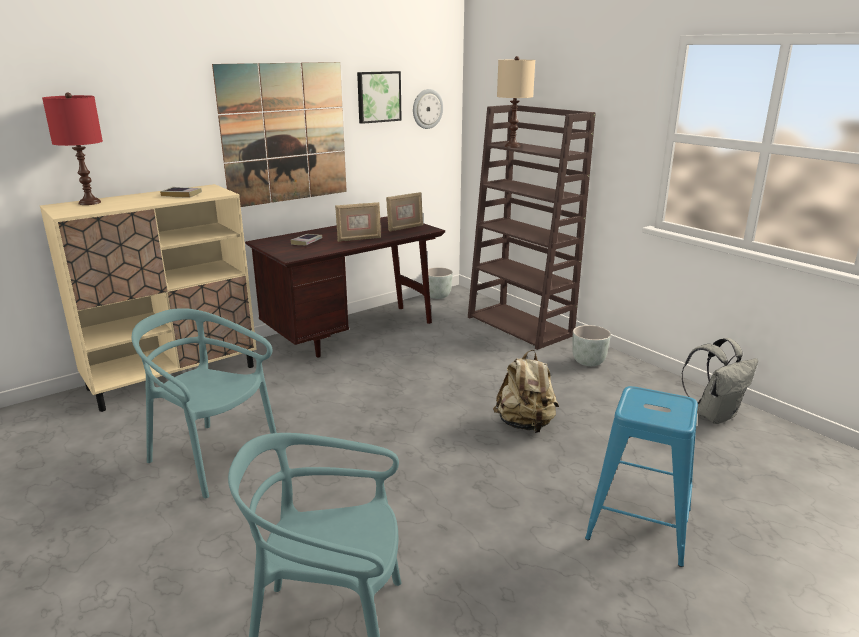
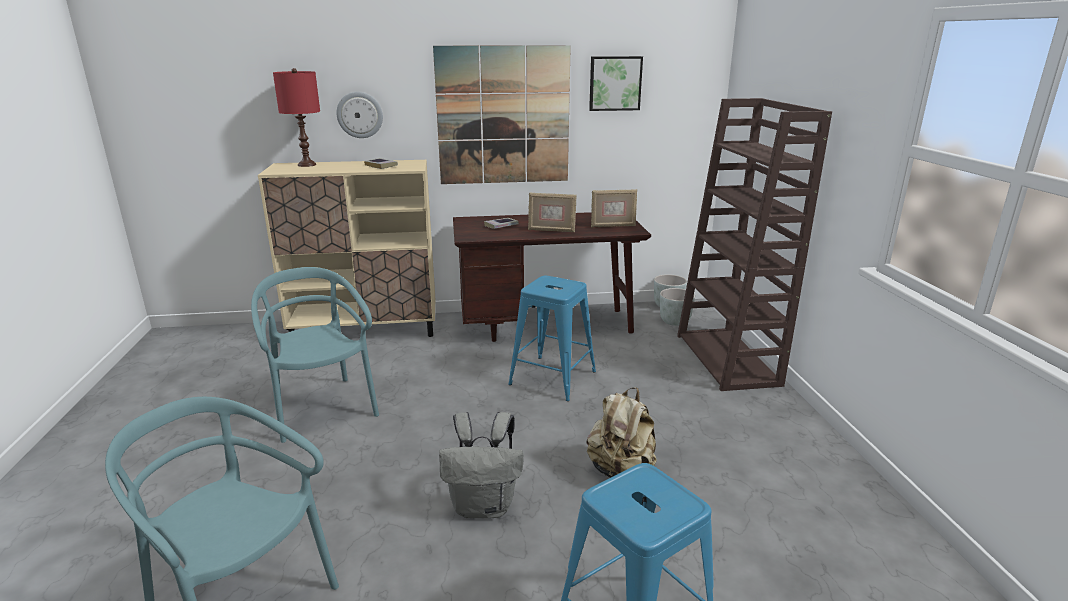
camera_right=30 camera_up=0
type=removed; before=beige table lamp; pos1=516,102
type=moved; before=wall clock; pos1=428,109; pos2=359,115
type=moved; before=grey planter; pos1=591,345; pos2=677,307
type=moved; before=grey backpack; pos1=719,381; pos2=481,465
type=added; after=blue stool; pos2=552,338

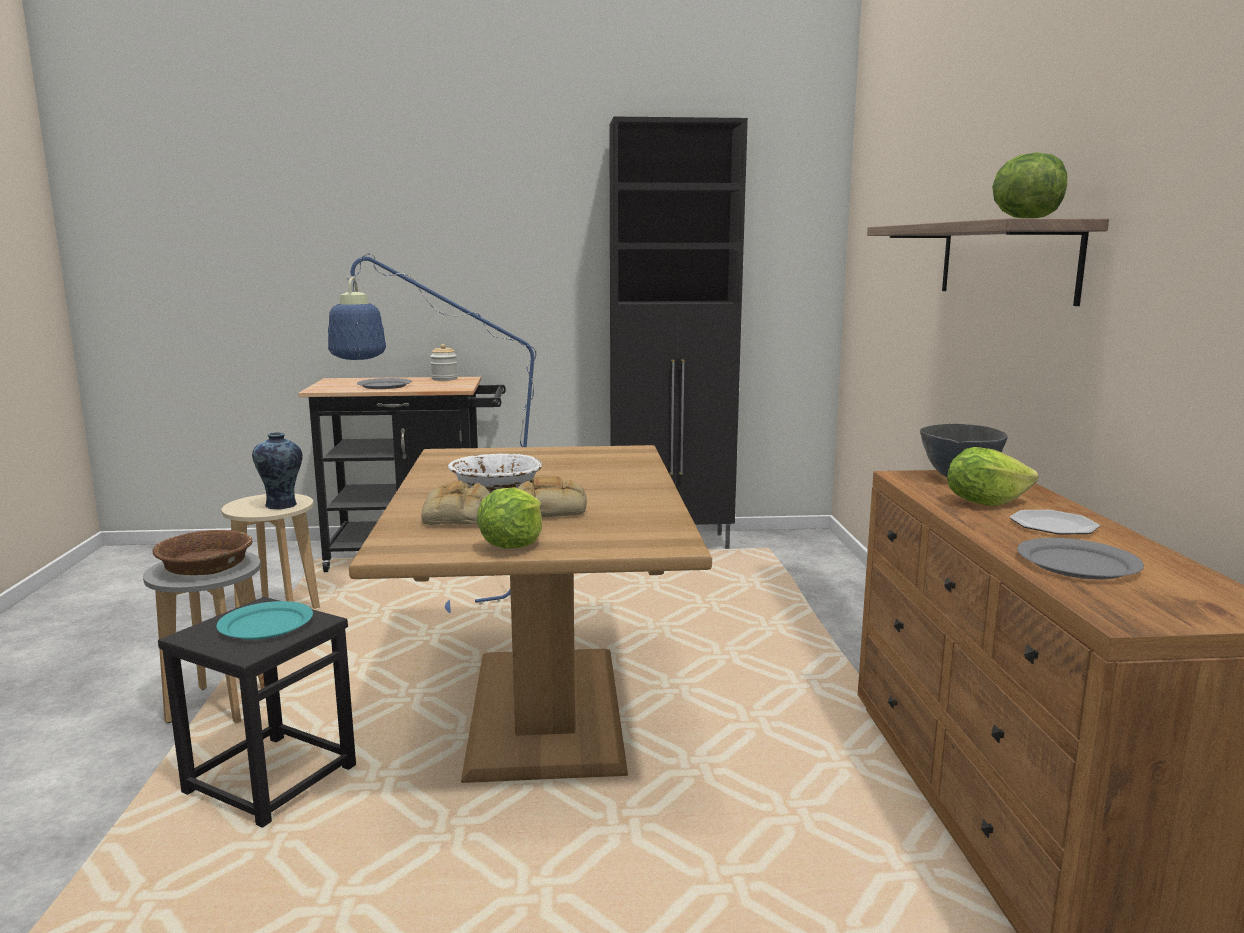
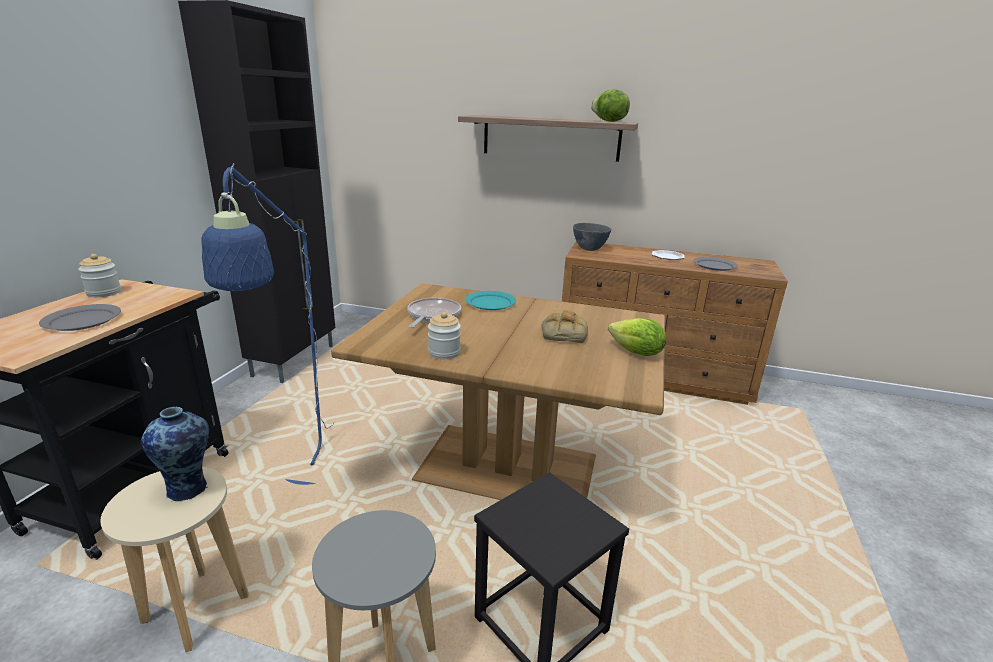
camera_right=-70 camera_up=10
type=removed; before=lettuce; pos1=992,476
type=removed; before=white bowl; pos1=495,473
type=removed; before=bread; pos1=455,503
type=removed; before=brown bowl; pos1=203,552
type=moved; before=turquoise plate; pos1=264,620; pos2=490,300
type=added; after=frying pan; pos2=434,313
type=added; after=jar; pos2=444,335

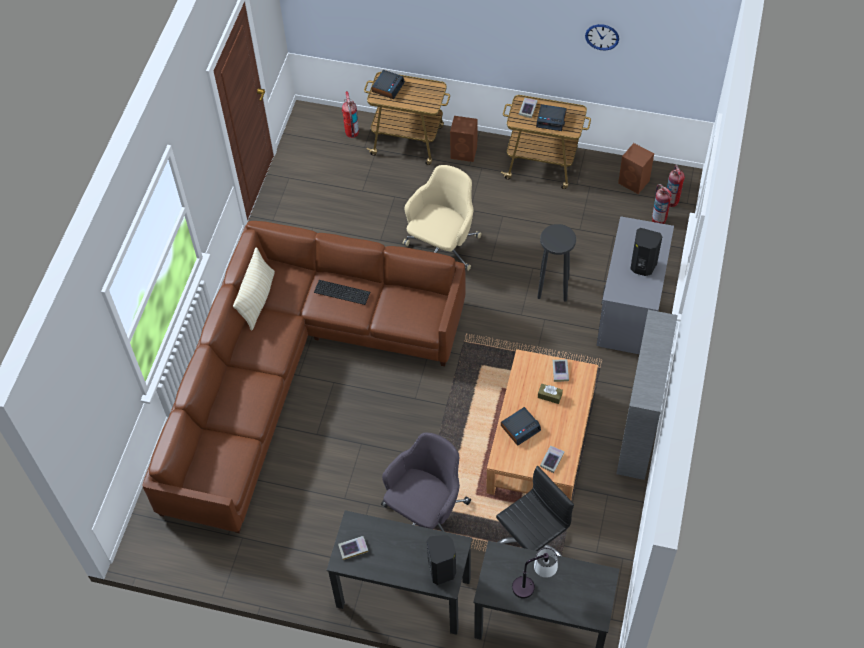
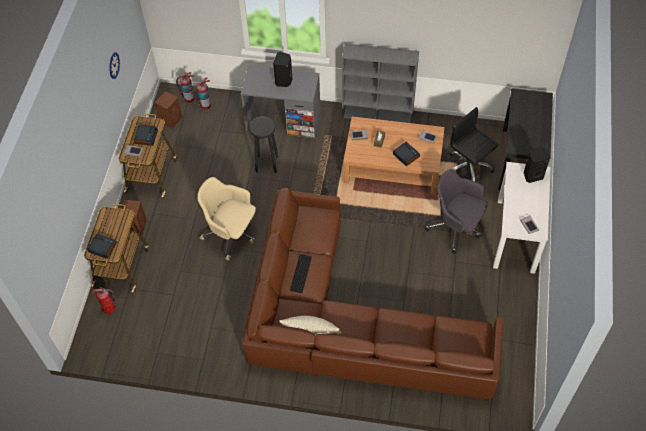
camera_right=-95 camera_up=0
type=recoloured; before=black desk; after=white desk; pos1=399,572; pos2=522,218
type=removed; before=table lamp; pos1=535,573

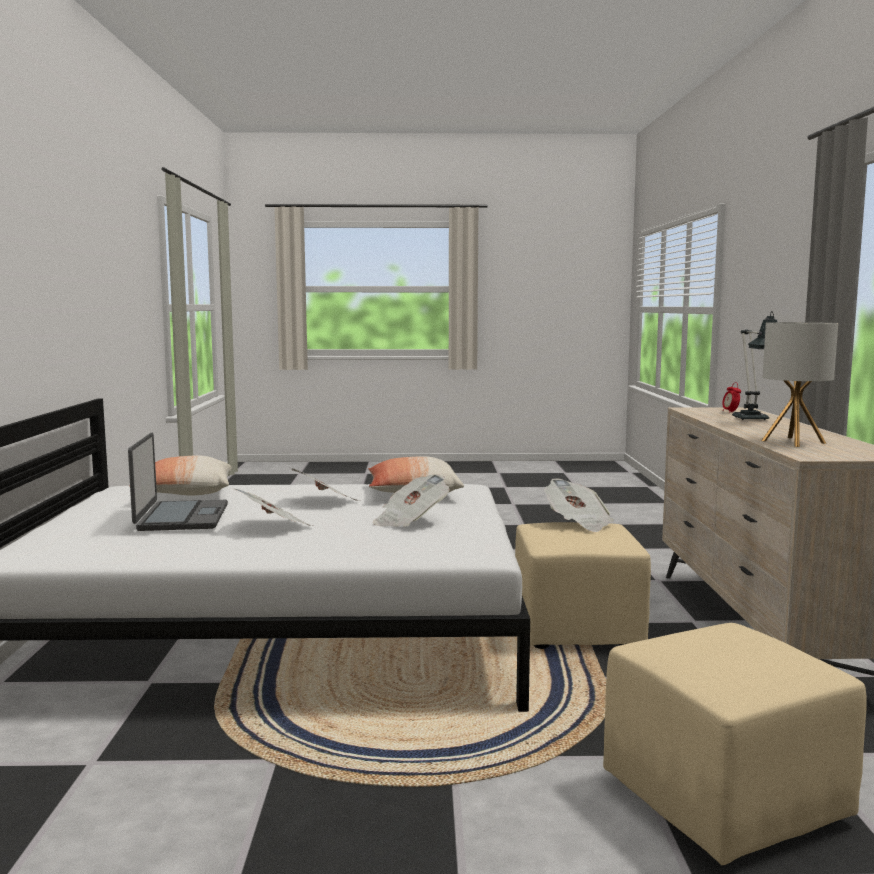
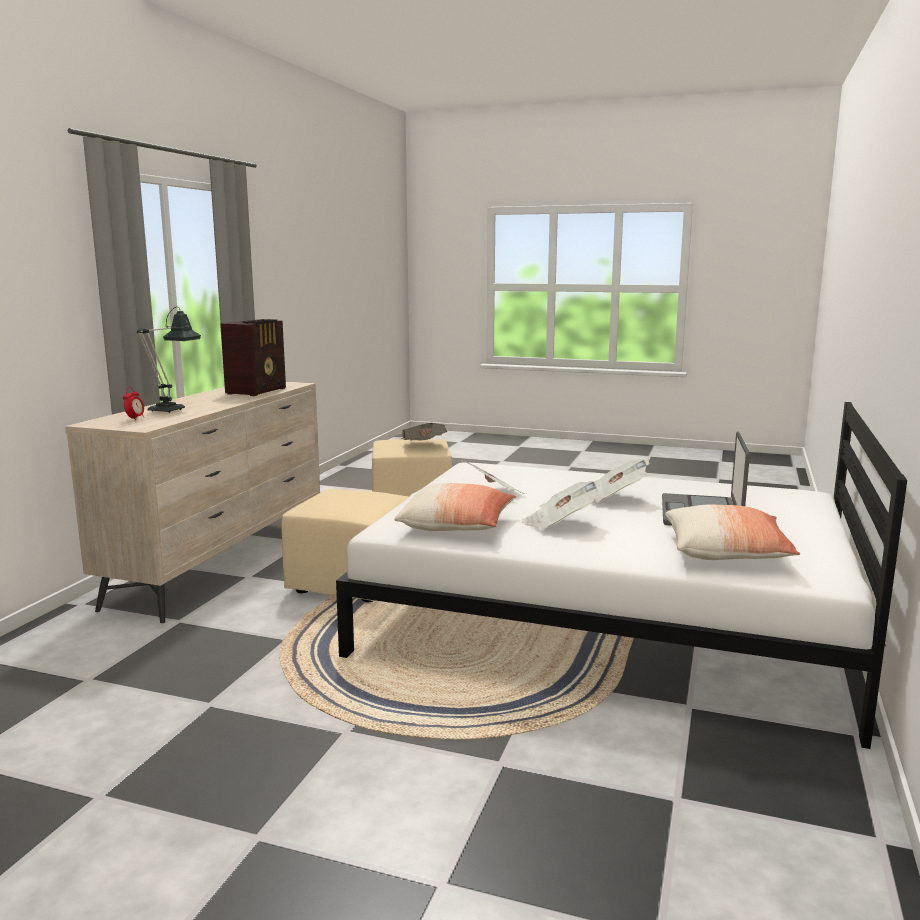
camera_right=-160 camera_up=5
type=replaced; before=table lamp; after=radio; pos1=799,384; pos2=253,357
type=moved; before=newspaper; pos1=579,505; pos2=424,431

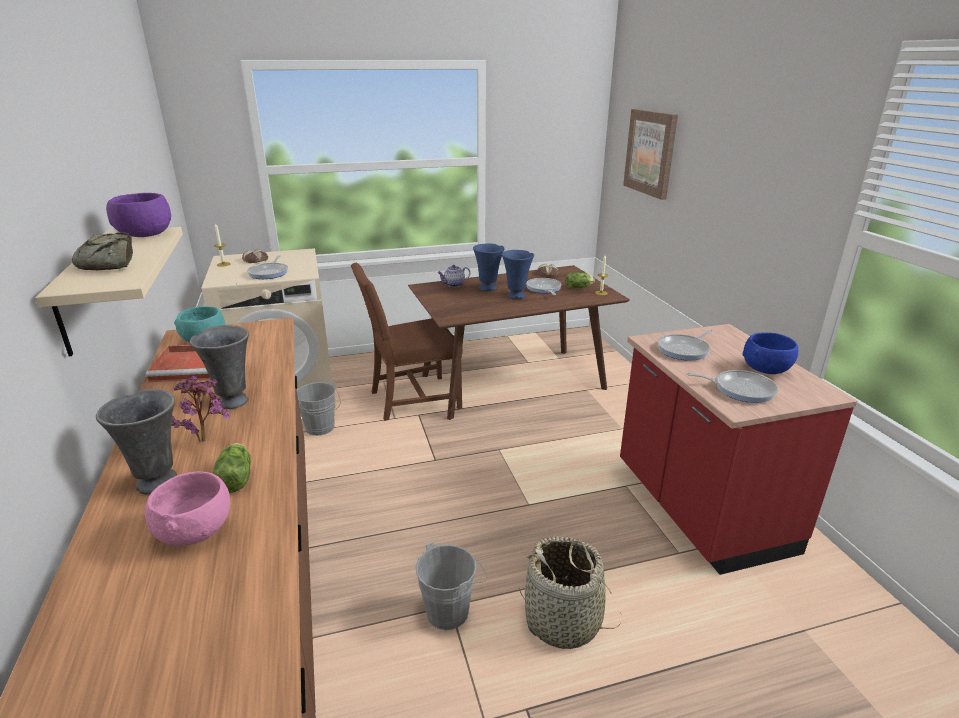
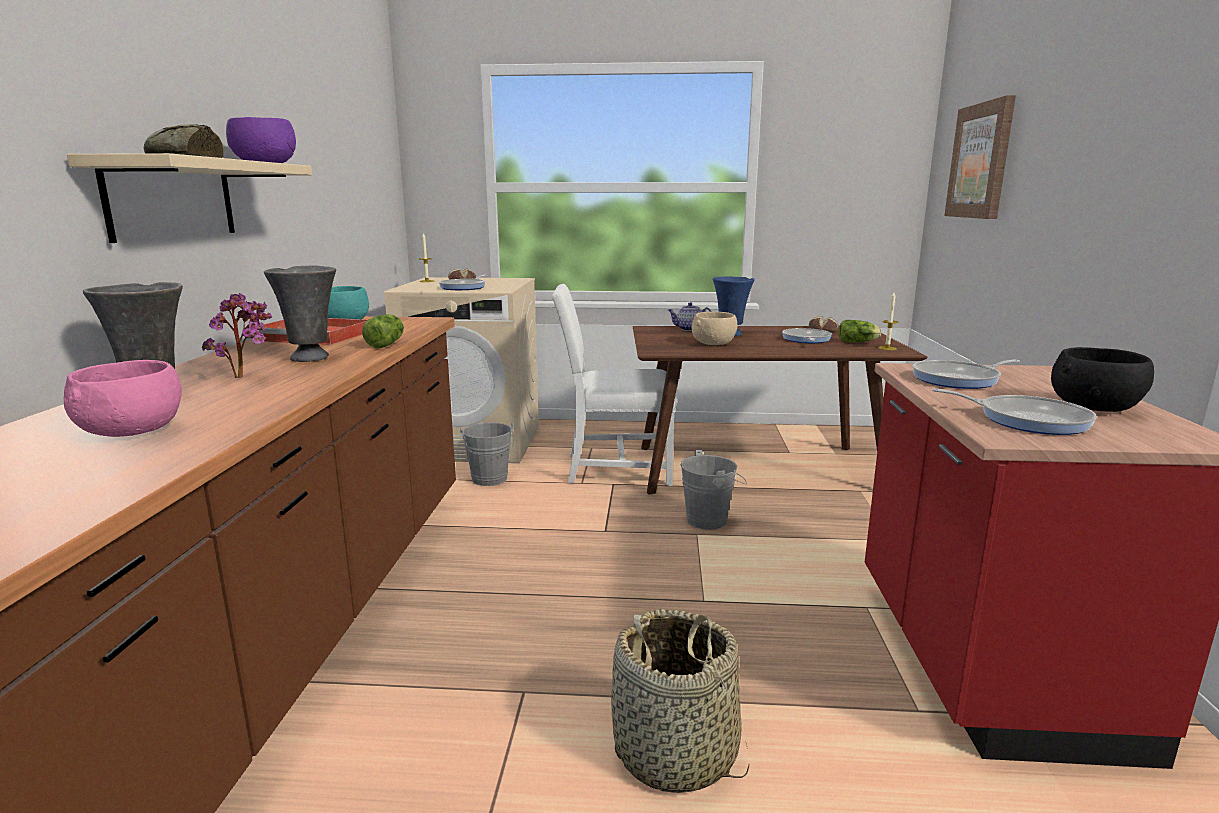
camera_right=20 camera_up=-10
type=removed; before=blue vase; pos1=518,274
type=recoloured; before=brown chair; after=white chair; pos1=407,342; pos2=614,385
type=recoloured; before=blue bowl; after=black bowl; pos1=770,353; pos2=1102,379
type=moved; before=lettuce; pos1=231,468; pos2=383,331
type=moved; before=grey bucket; pos1=451,585; pos2=714,490
type=added; after=beige bowl; pos2=714,328

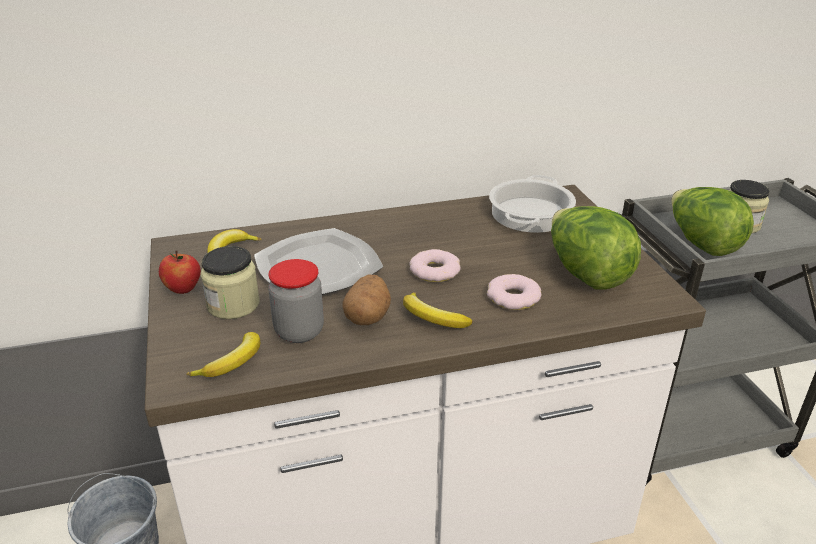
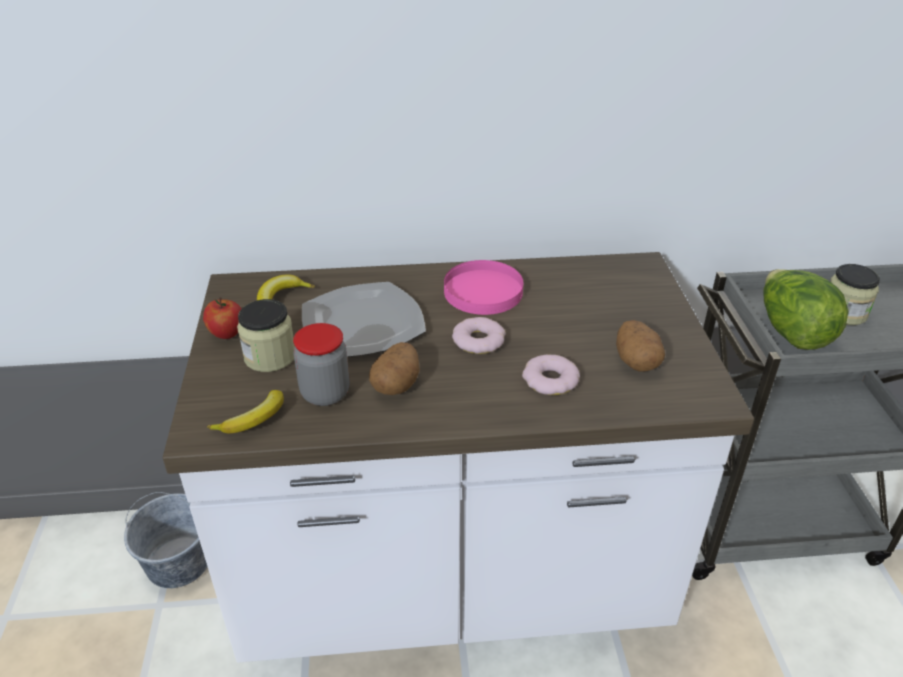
camera_right=10 camera_up=5
type=removed; before=cooking pot; pos1=532,204
type=replaced; before=lettuce; after=potato; pos1=596,248; pos2=640,346
type=removed; before=banana; pos1=438,310
type=added; after=pink plate; pos2=483,287

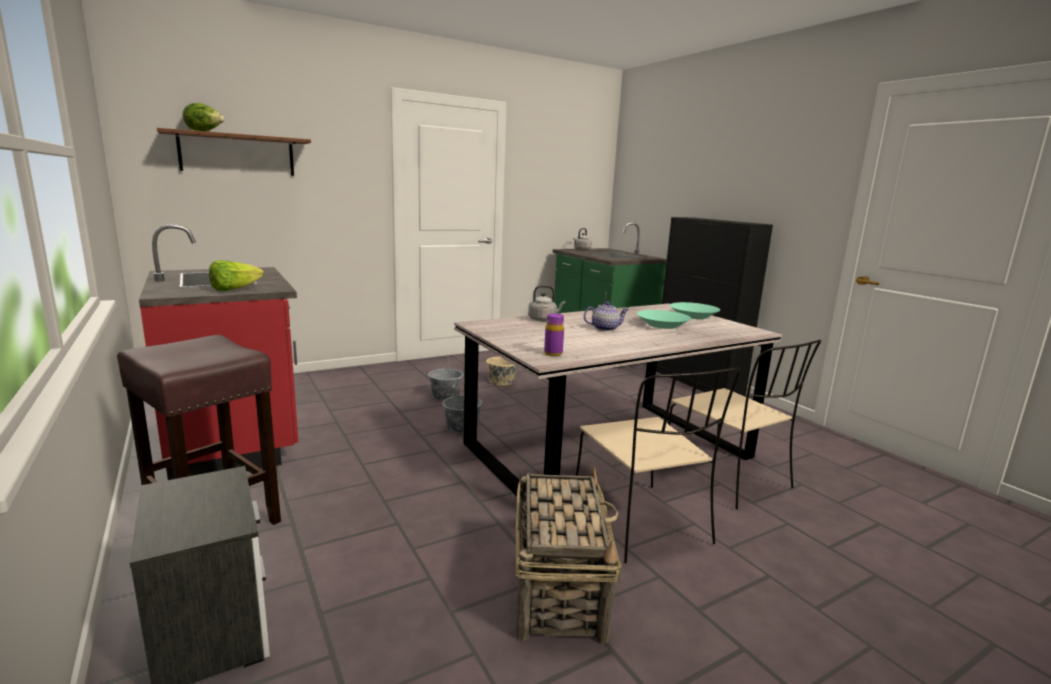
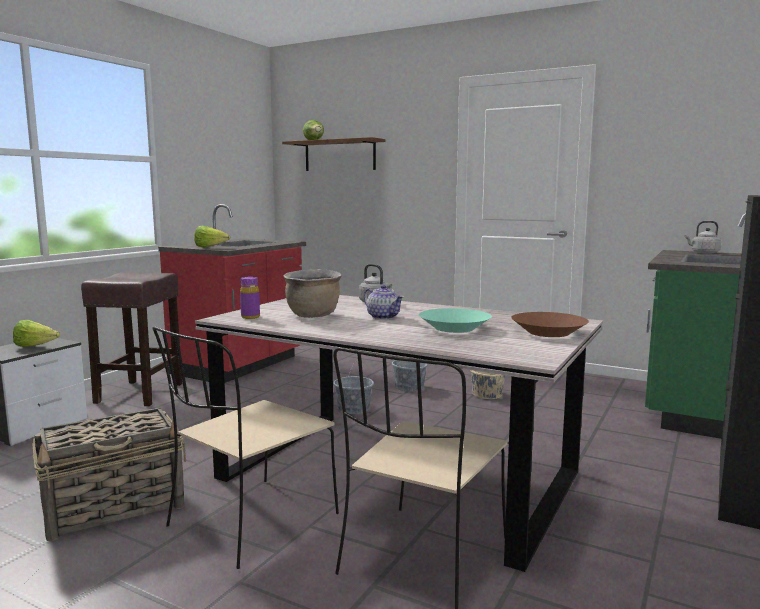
camera_right=60 camera_up=-5
type=recoloured; before=turquoise bowl; after=brown bowl; pos1=695,310; pos2=550,324
type=added; after=brown cooking pot; pos2=313,293
type=added; after=lettuce; pos2=36,333

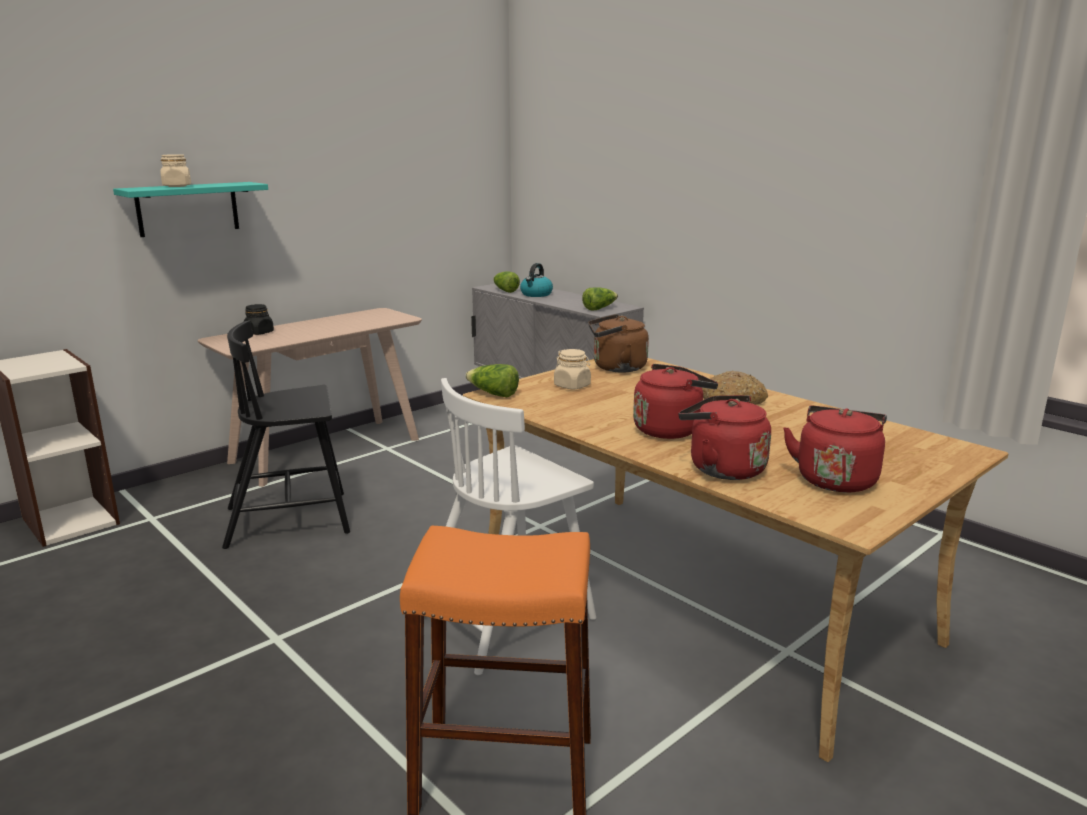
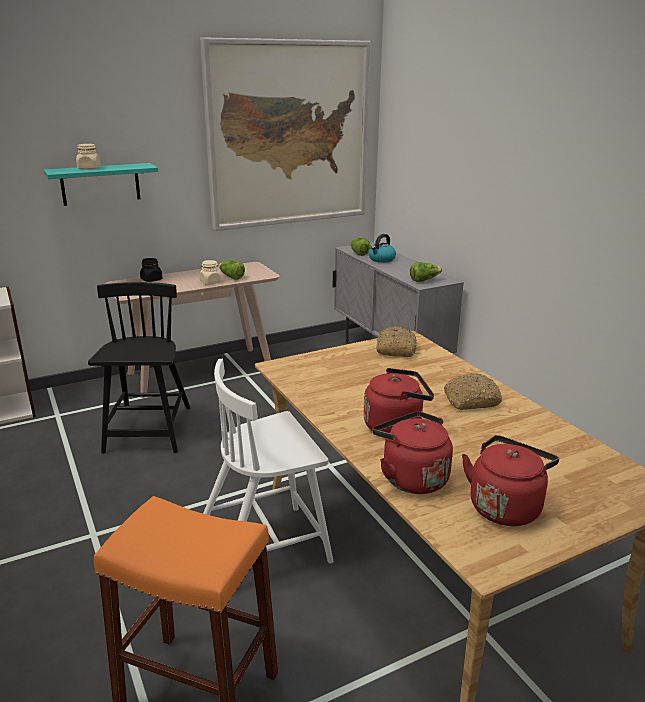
camera_right=15 camera_up=5
type=replaced; before=brown kettle; after=bread; pos1=618,343; pos2=397,342
type=turned; before=black chair; pos1=286,435; pos2=139,368; turn=90
type=moved; before=beige jar; pos1=572,369; pos2=211,272
type=moved; before=lettuce; pos1=492,380; pos2=232,270
type=added; after=picture; pos2=285,134

